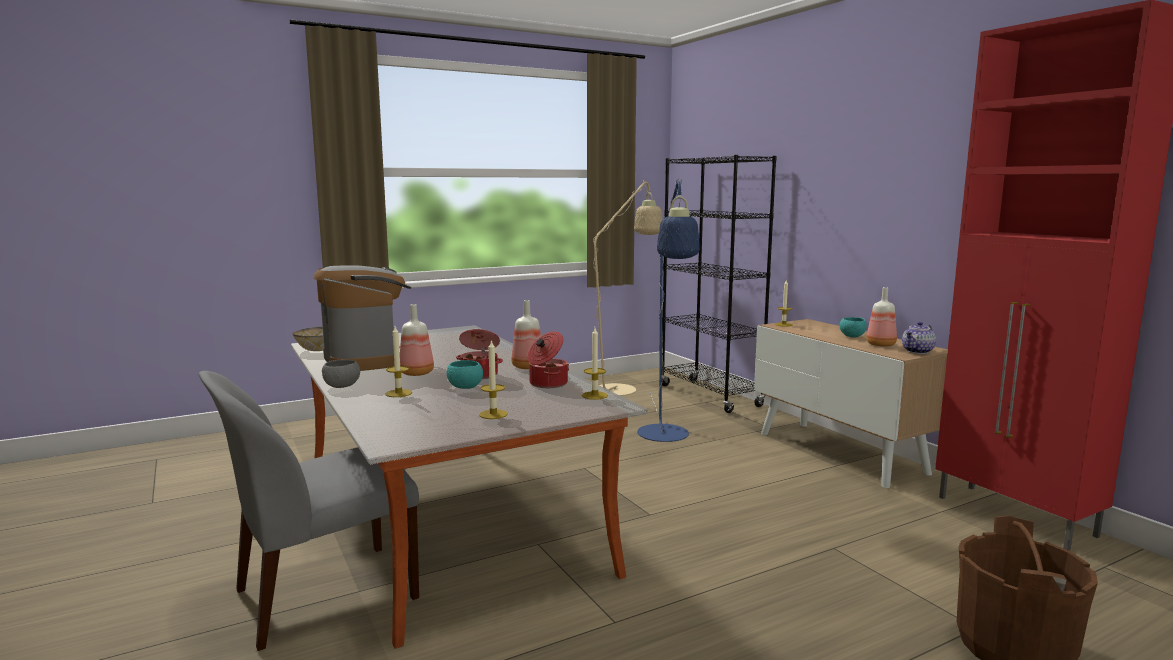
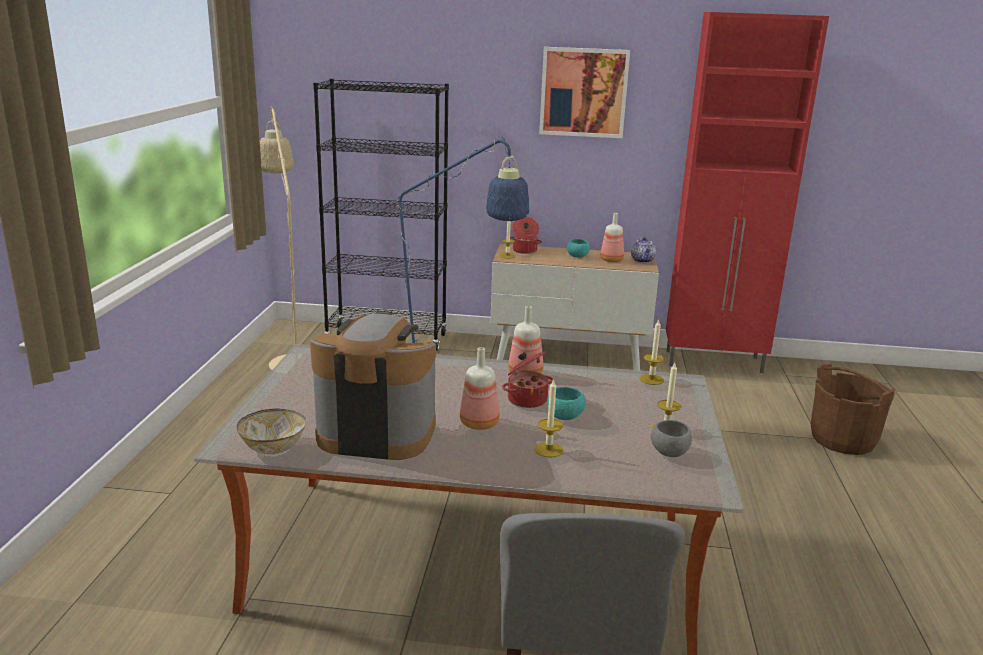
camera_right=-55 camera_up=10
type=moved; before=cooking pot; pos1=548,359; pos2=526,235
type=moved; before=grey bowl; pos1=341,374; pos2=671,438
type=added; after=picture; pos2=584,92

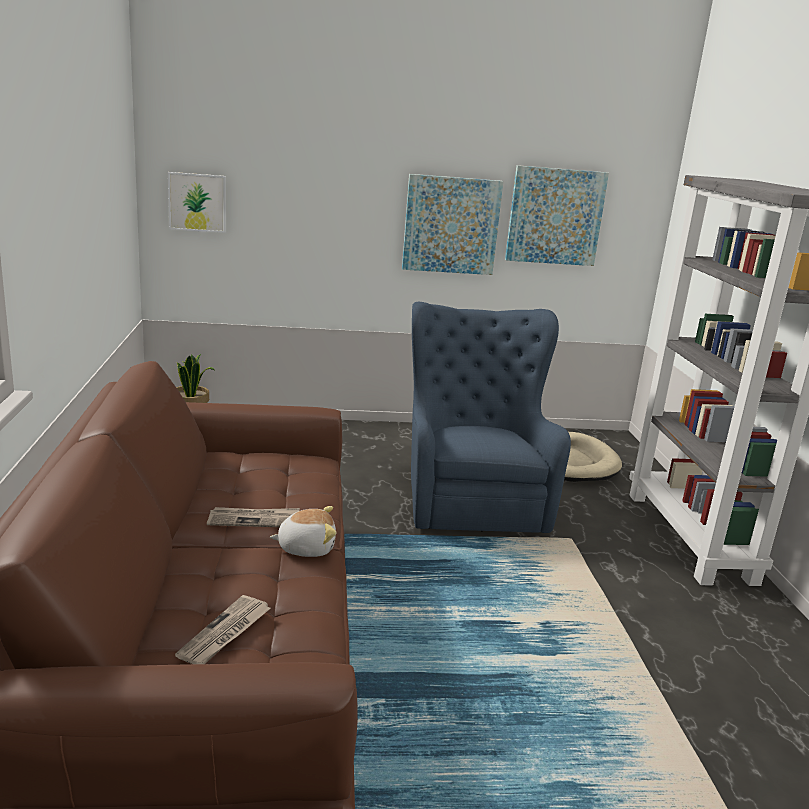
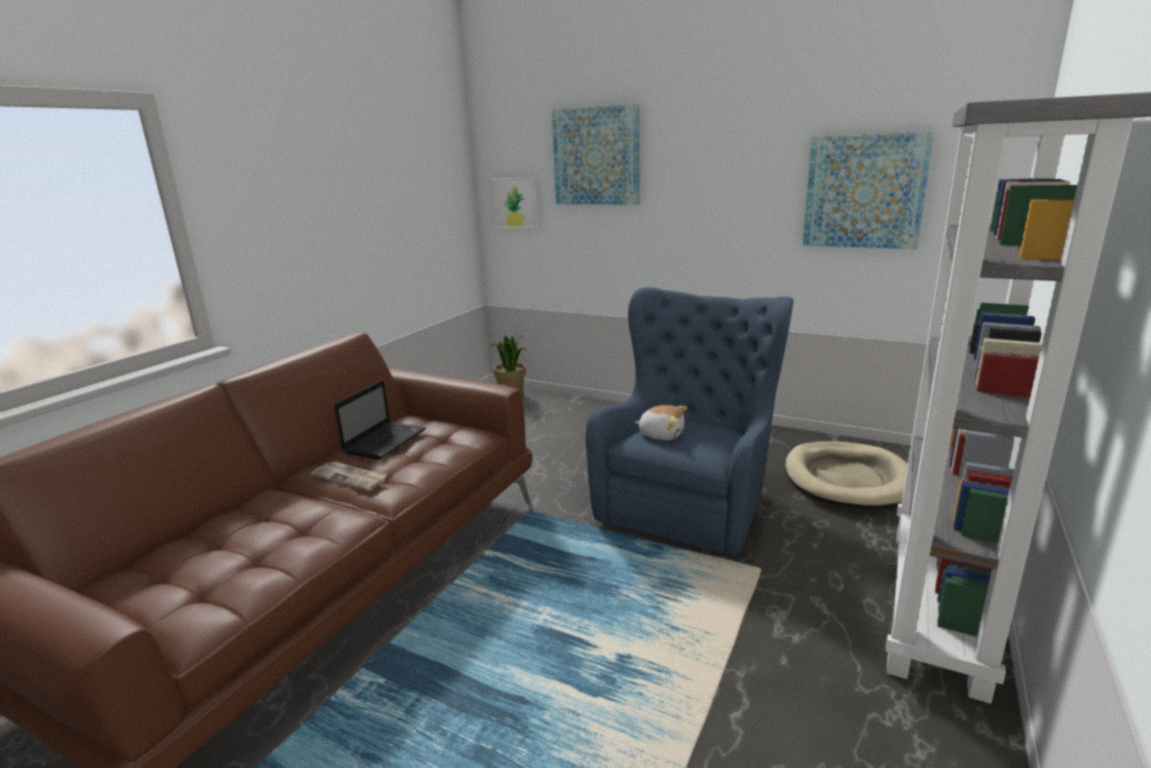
camera_right=35 camera_up=0
type=moved; before=picture; pos1=452,224; pos2=596,154
type=moved; before=plush toy; pos1=303,531; pos2=661,422
type=removed; before=newspaper; pos1=223,629
type=added; after=laptop; pos2=380,420

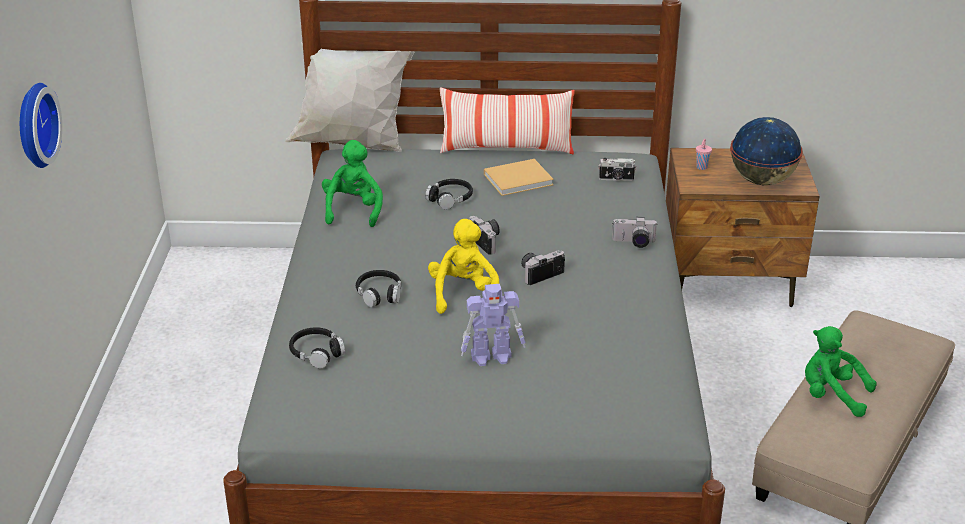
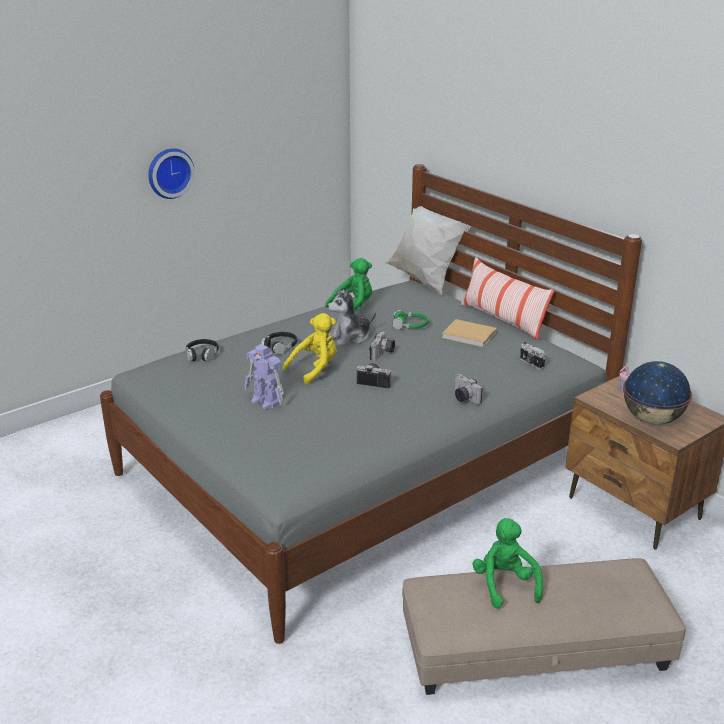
camera_right=50 camera_up=-5
type=recoloured; before=black headphones; after=green headphones; pos1=449,194; pos2=410,320
type=added; after=plush toy; pos2=351,317

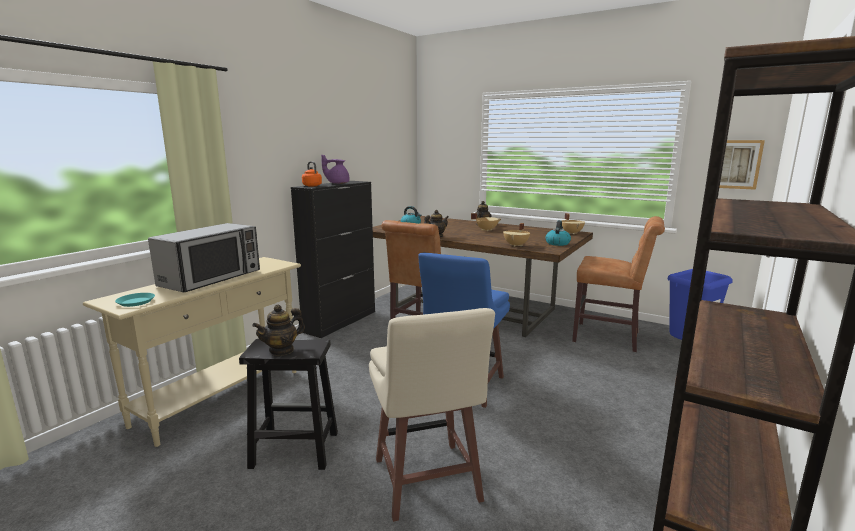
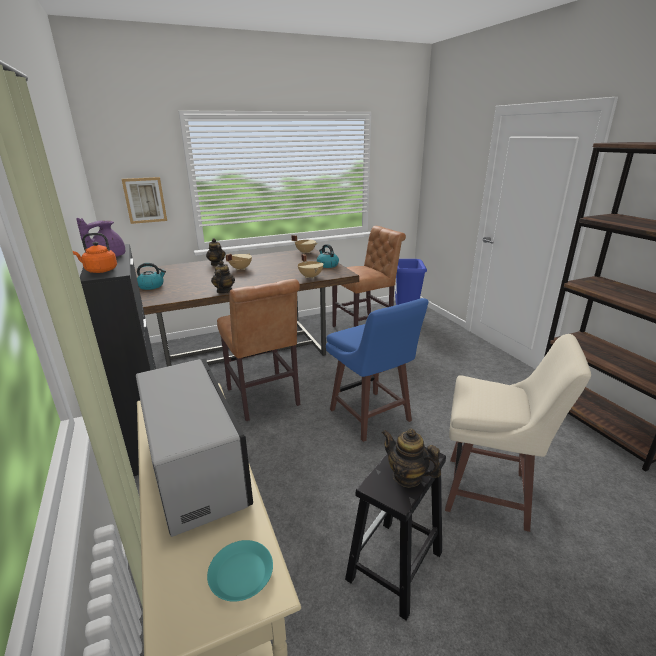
camera_right=-55 camera_up=10
type=moved; before=picture; pos1=742,165; pos2=144,200
type=turned; before=teapot; pos1=278,330; pos2=411,458; turn=135

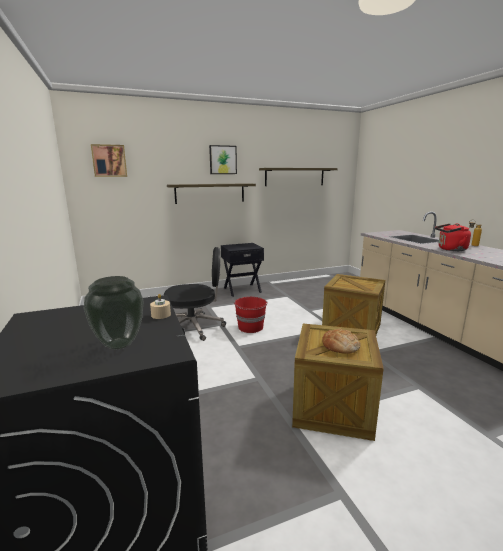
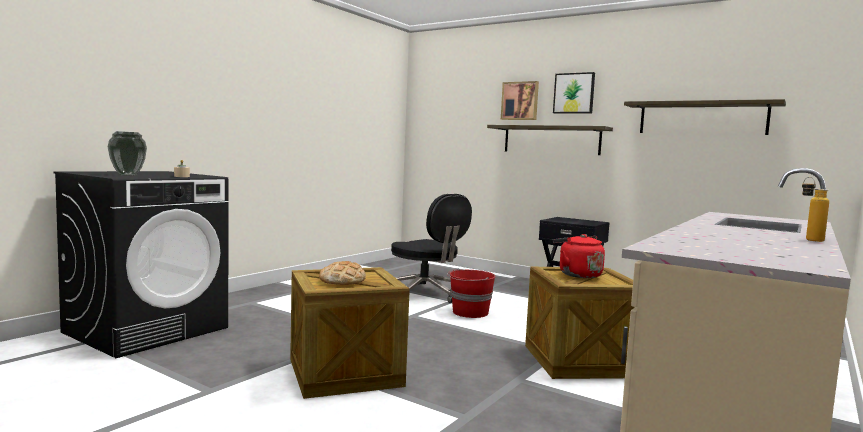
camera_right=55 camera_up=-10
type=moved; before=picture; pos1=109,160; pos2=520,100
type=moved; before=red kettle; pos1=453,237; pos2=579,256

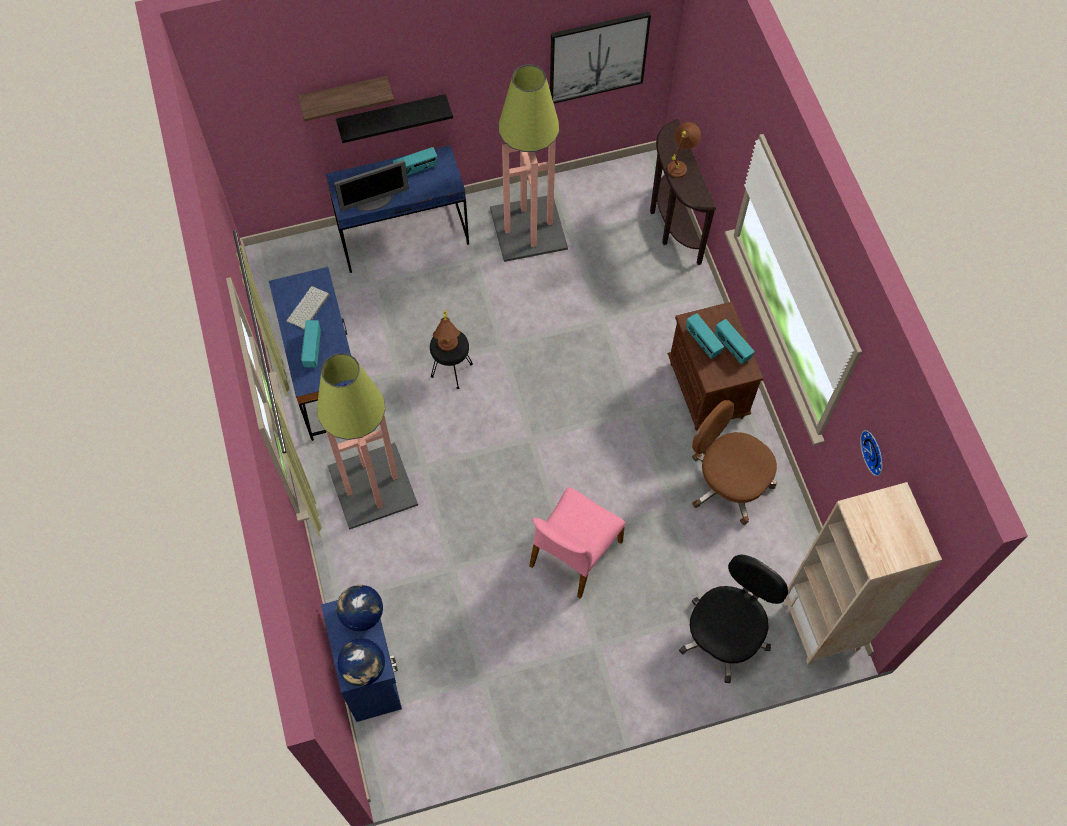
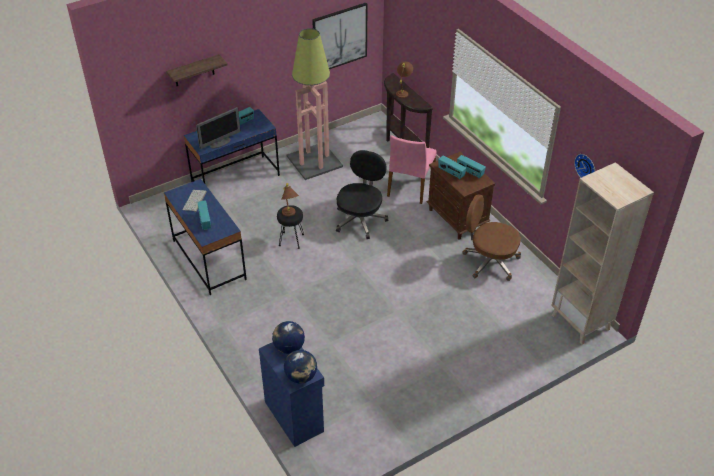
camera_right=-15 camera_up=-20
type=removed; before=black shelf; pos1=394,118
type=removed; before=floor lamp; pos1=367,441
type=moved; before=pink chair; pos1=577,543; pos2=412,169
type=moved; before=black office chair; pos1=733,619; pos2=362,194

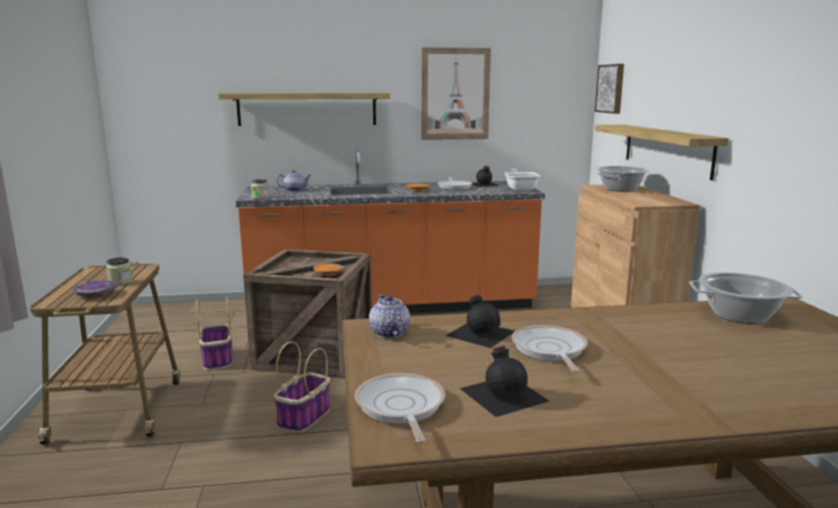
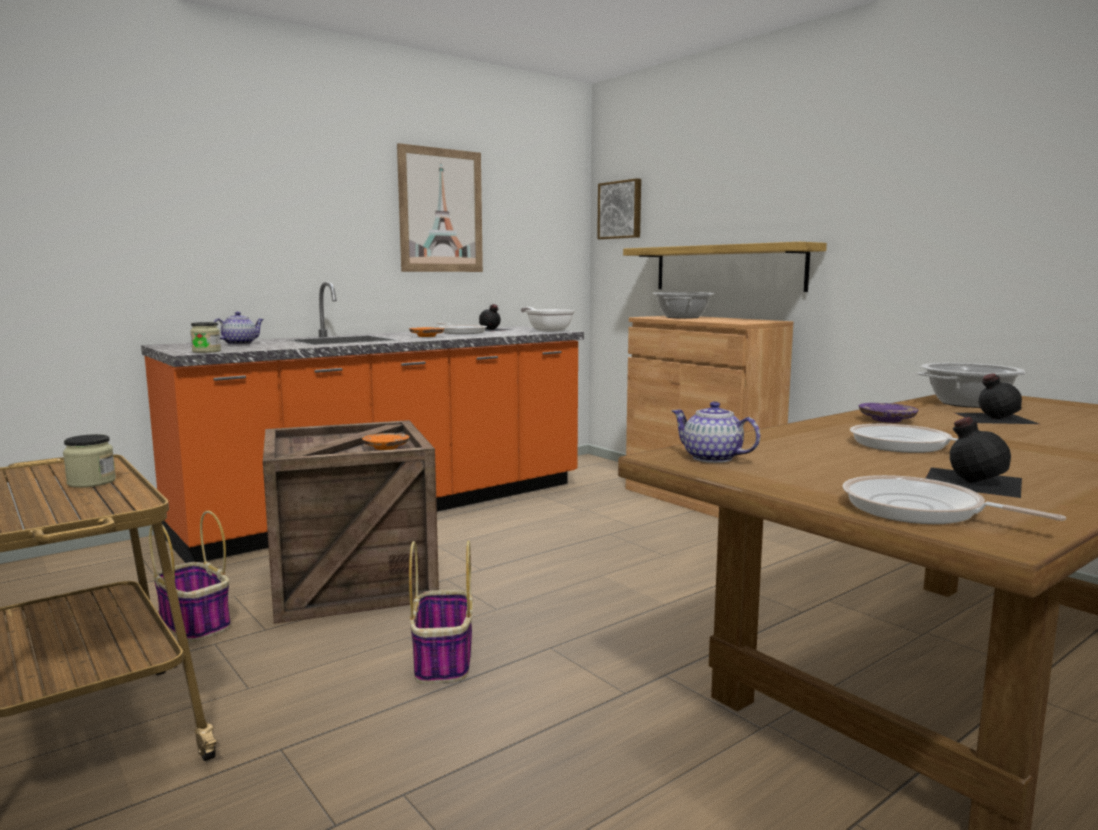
camera_right=-30 camera_up=-5
type=removed; before=shelf; pos1=304,109
type=moved; before=purple plate; pos1=94,289; pos2=888,413
type=moved; before=black bottle; pos1=480,321; pos2=997,398

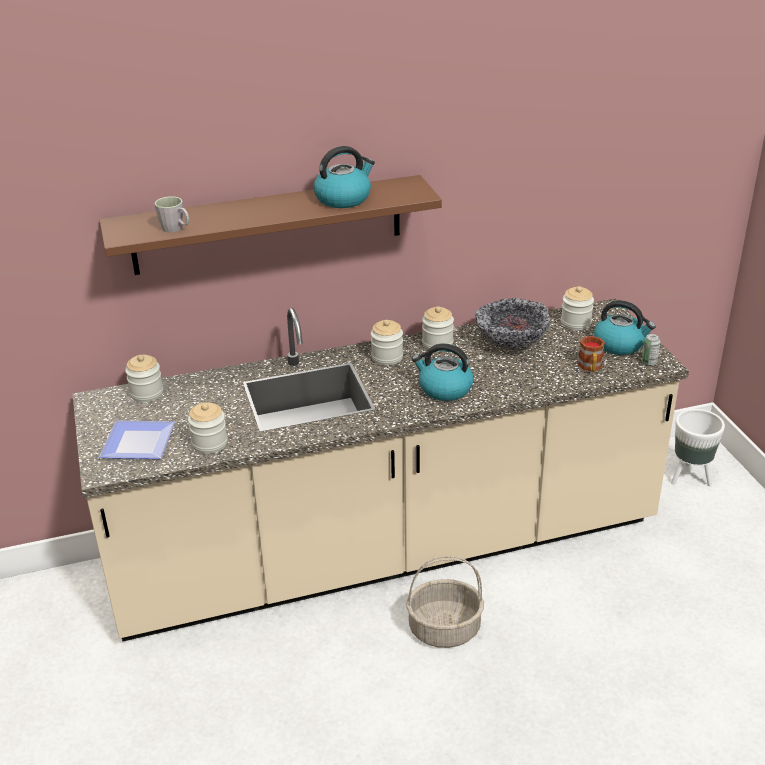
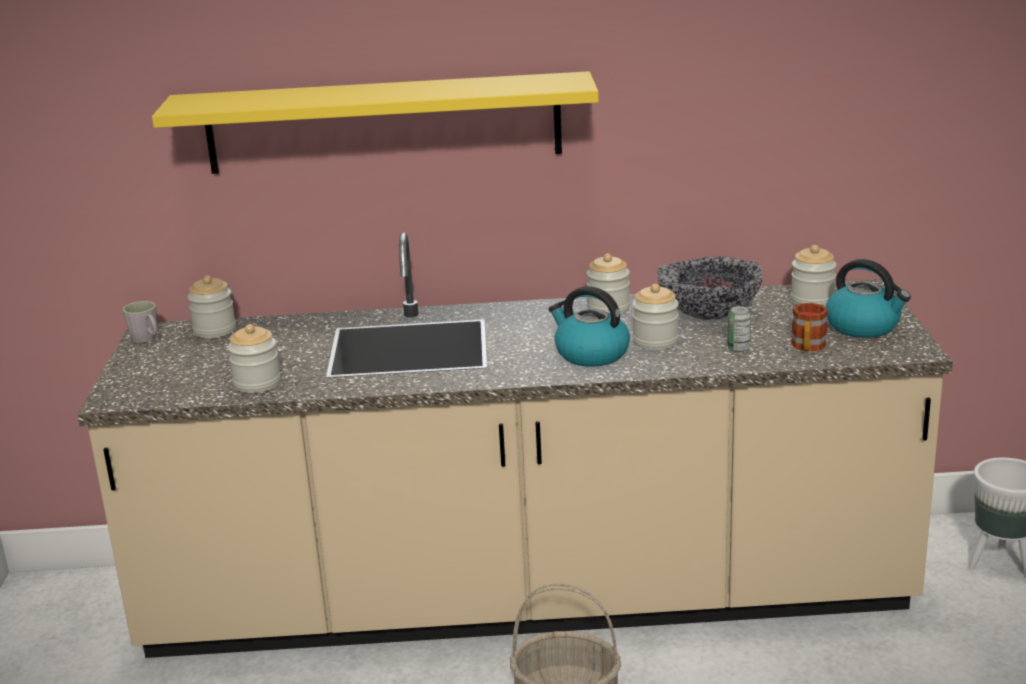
camera_right=15 camera_up=-10
type=removed; before=kettle; pos1=344,177
type=recoloured; before=brown shelf; after=yellow shelf; pos1=270,225; pos2=375,122
type=moved; before=grey mug; pos1=172,214; pos2=140,321
type=moved; before=jar; pos1=387,343; pos2=655,317
type=moved; before=can; pos1=650,350; pos2=739,329
type=removed; before=plate; pos1=137,440

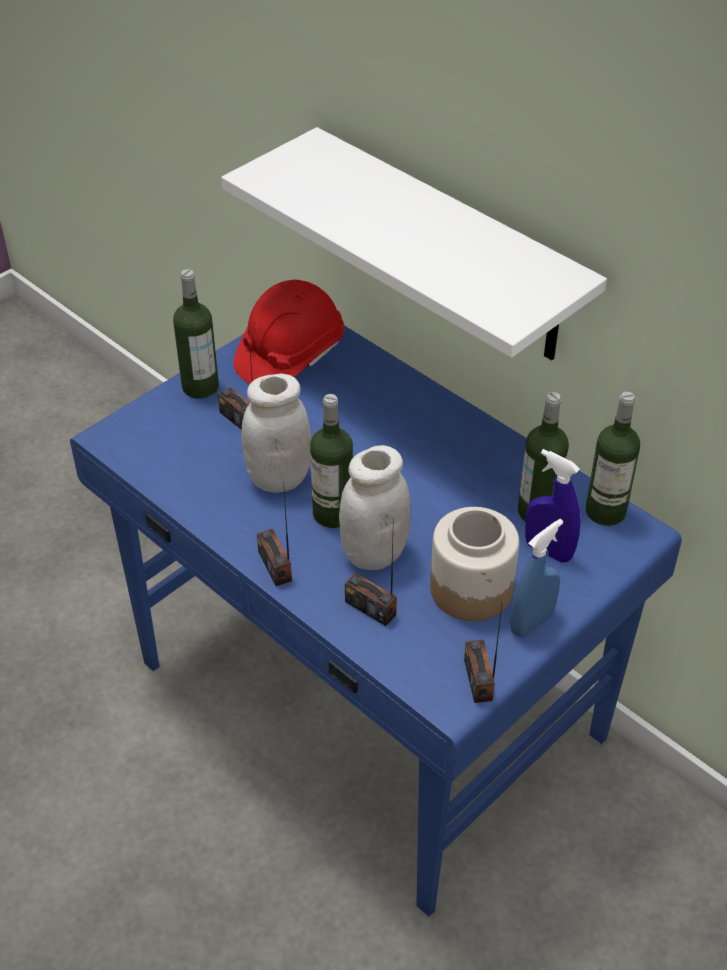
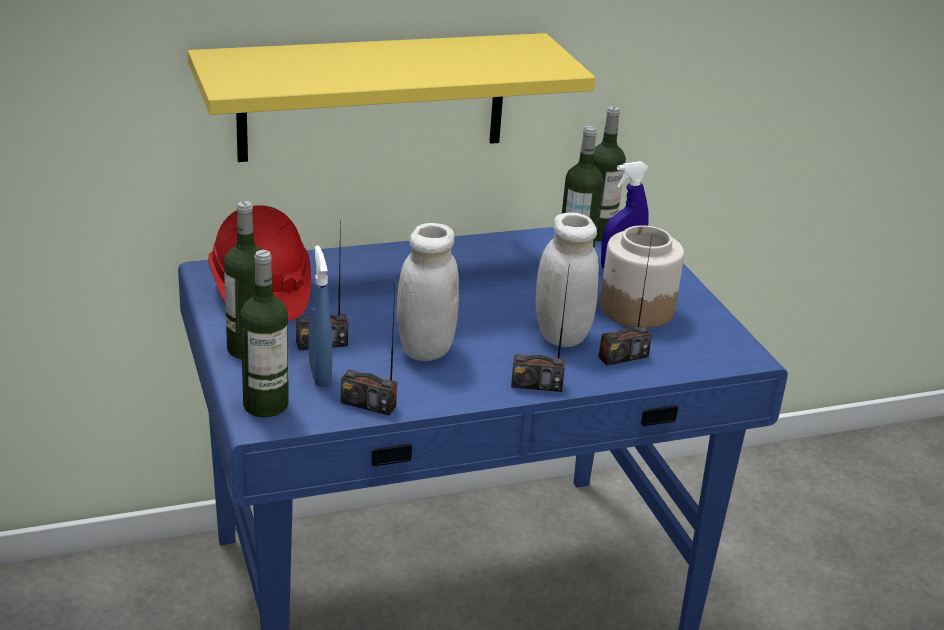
camera_right=-65 camera_up=-15
type=recoloured; before=white shelf; after=yellow shelf; pos1=414,243; pos2=391,97
type=moved; before=bottle; pos1=331,461; pos2=264,333
type=moved; before=blue spray bottle; pos1=536,578; pos2=320,316
type=moved; before=radio; pos1=483,654; pos2=369,350

